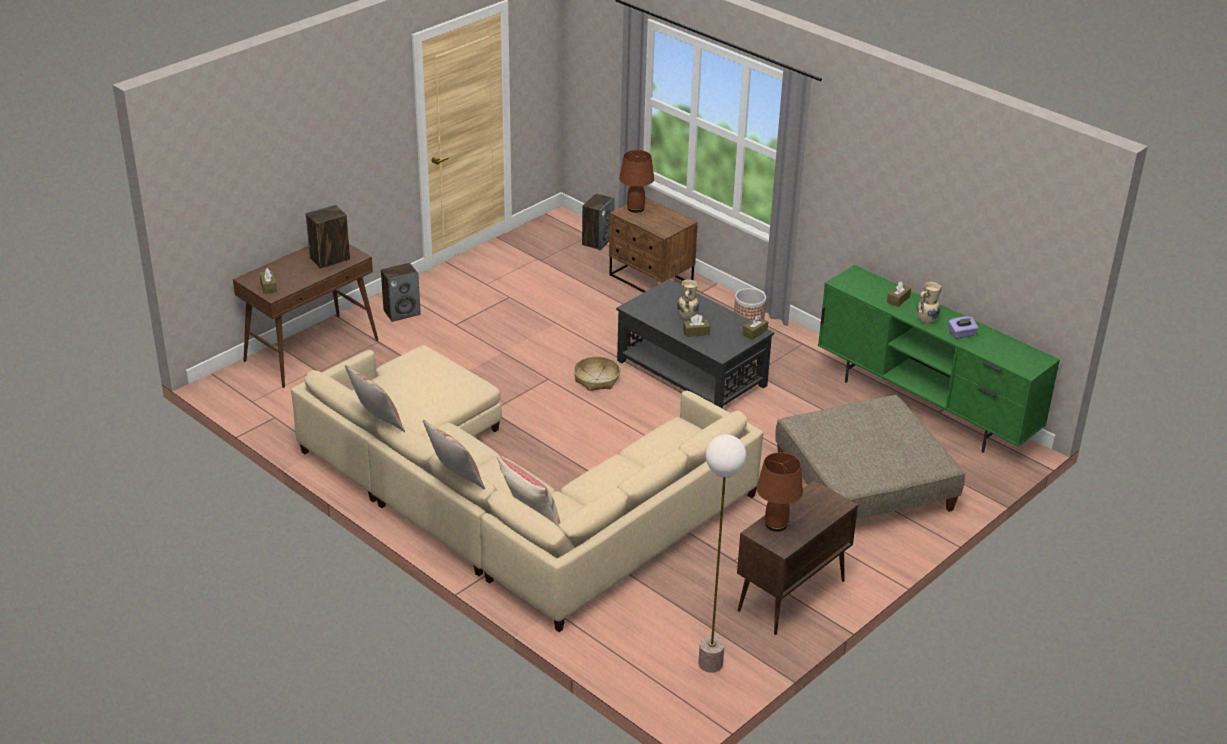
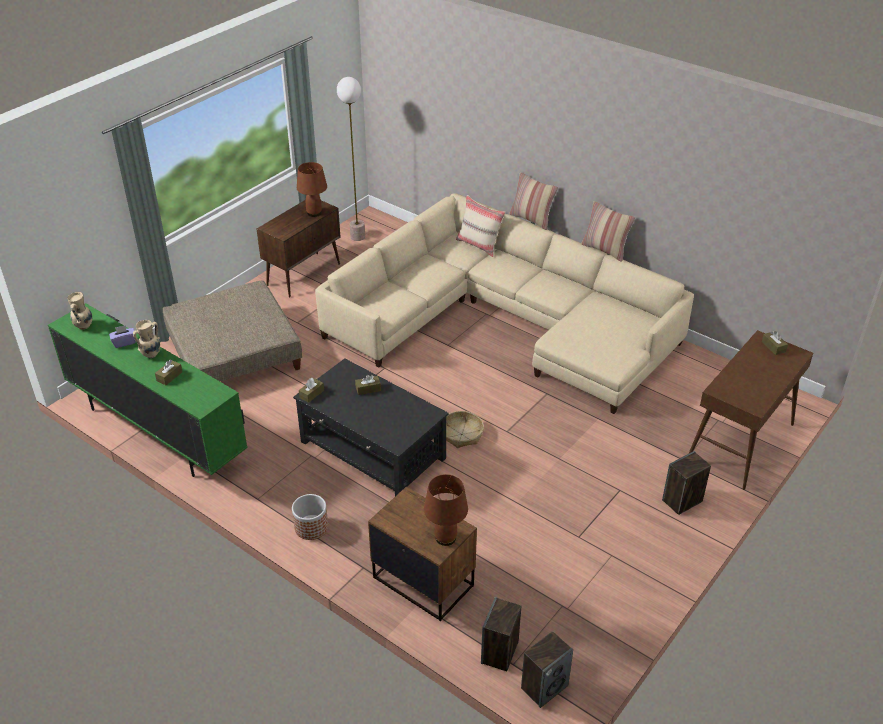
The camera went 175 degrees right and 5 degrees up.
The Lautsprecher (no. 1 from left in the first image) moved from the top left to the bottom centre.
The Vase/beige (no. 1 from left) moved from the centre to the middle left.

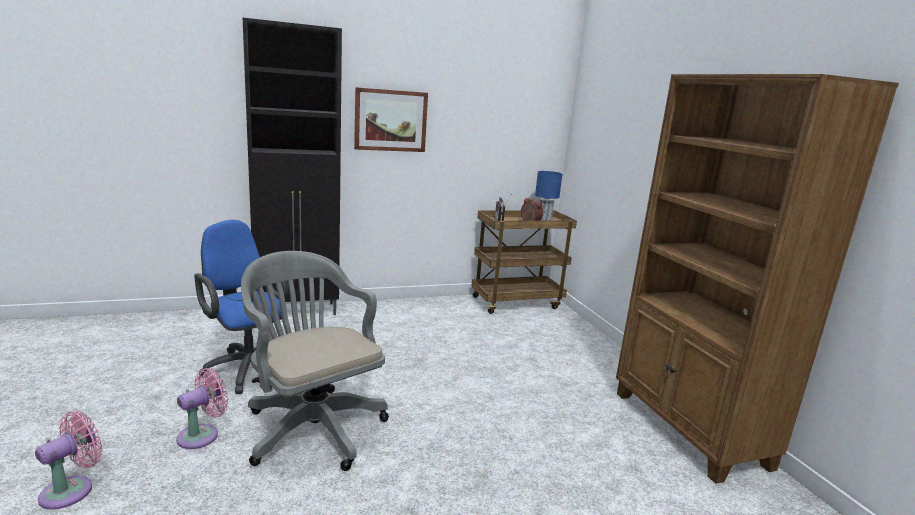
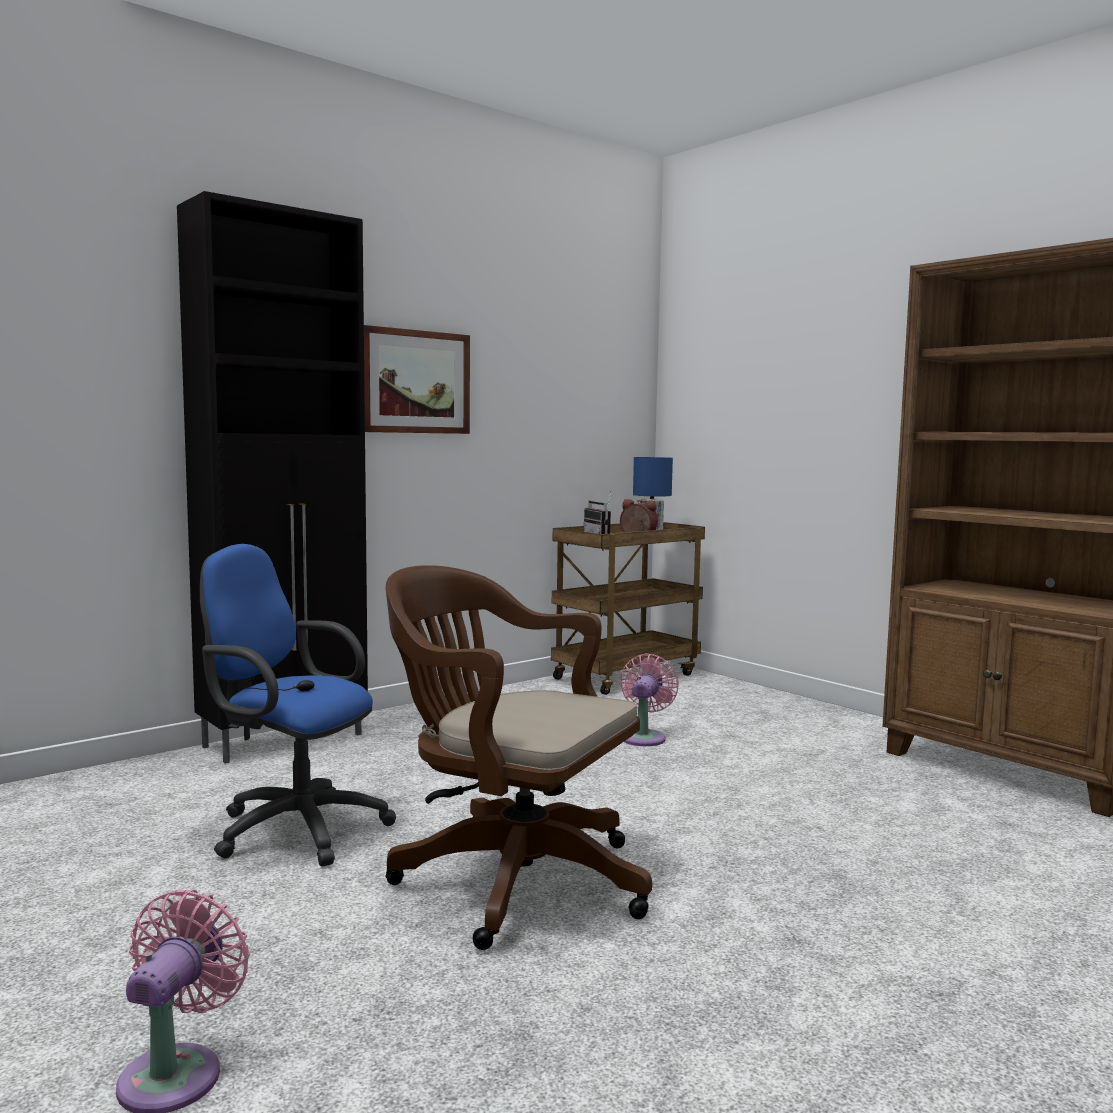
The camera went 20 degrees left and 10 degrees down.
The Bürostuhl/grau at the bottom centre became the Bürostuhl/braun at the bottom centre.
The Ventilator/rosa (no. 2 from left) moved from the bottom left to the centre.

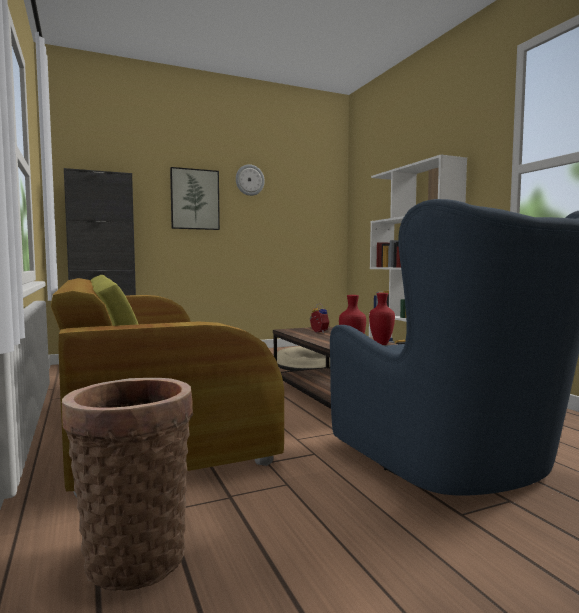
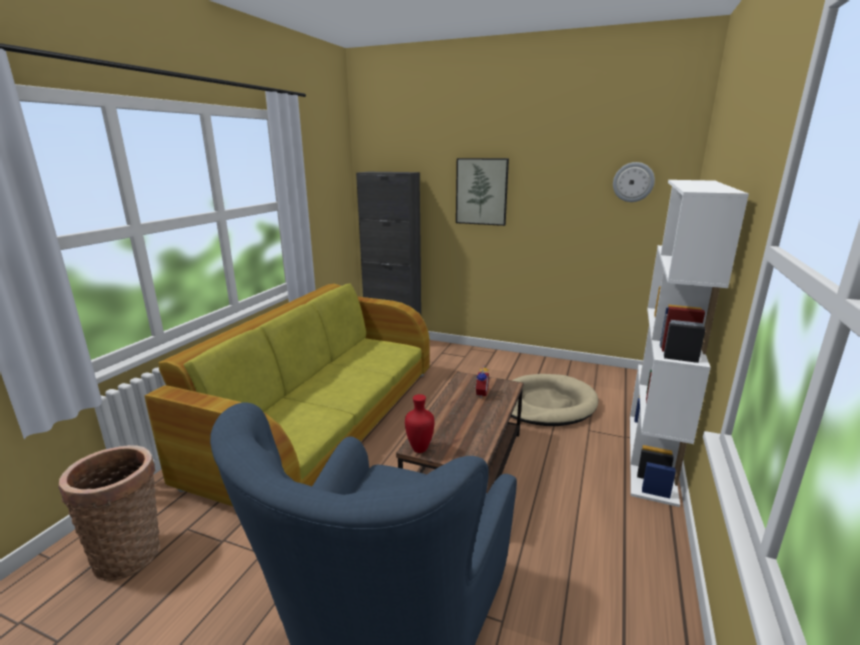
The camera went 45 degrees right and 15 degrees up.
The Wanduhr moved from the top centre to the top right.
The Vase/rot (no. 2 from left) at the centre disappeared.

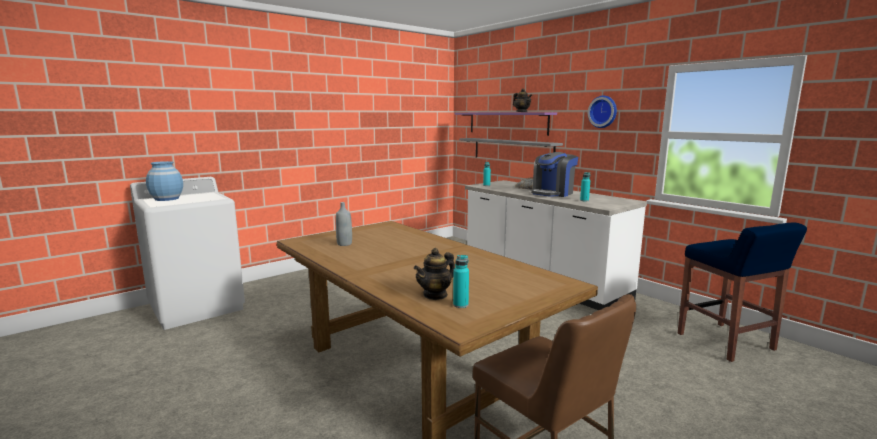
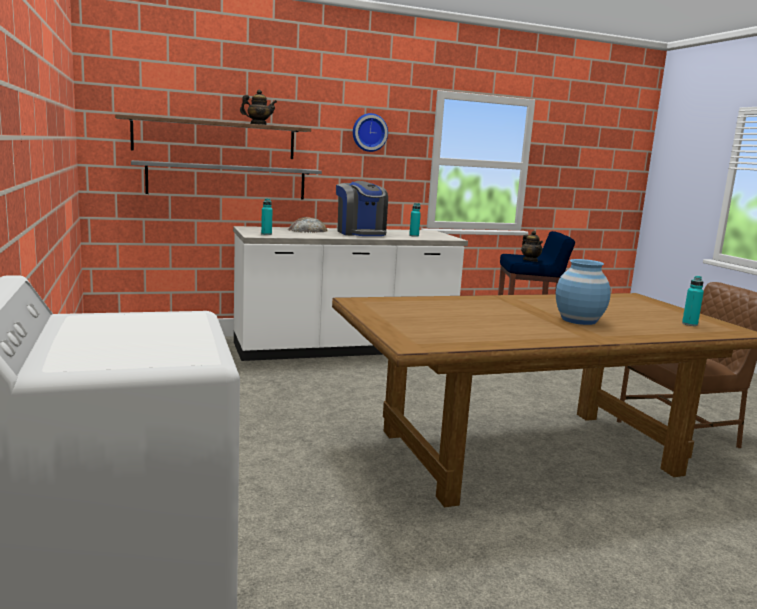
The camera went 70 degrees left and 0 degrees up.
The Wandregal/lila at the top centre became the Wandregal/braun at the top left.
The Vase/blau moved from the middle left to the middle right.
The Flasche/grau at the centre disappeared.
The Teekanne (no. 1 from left in the first image) moved from the centre to the middle right.

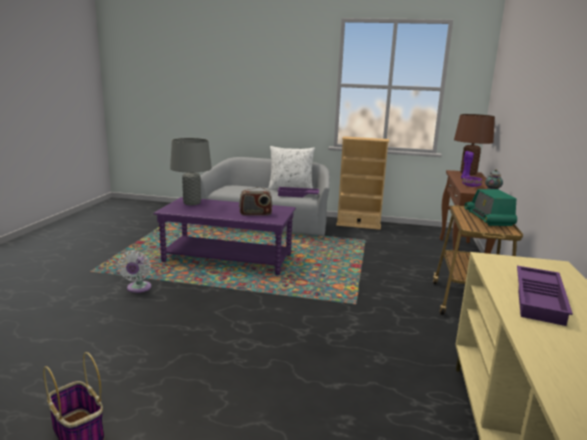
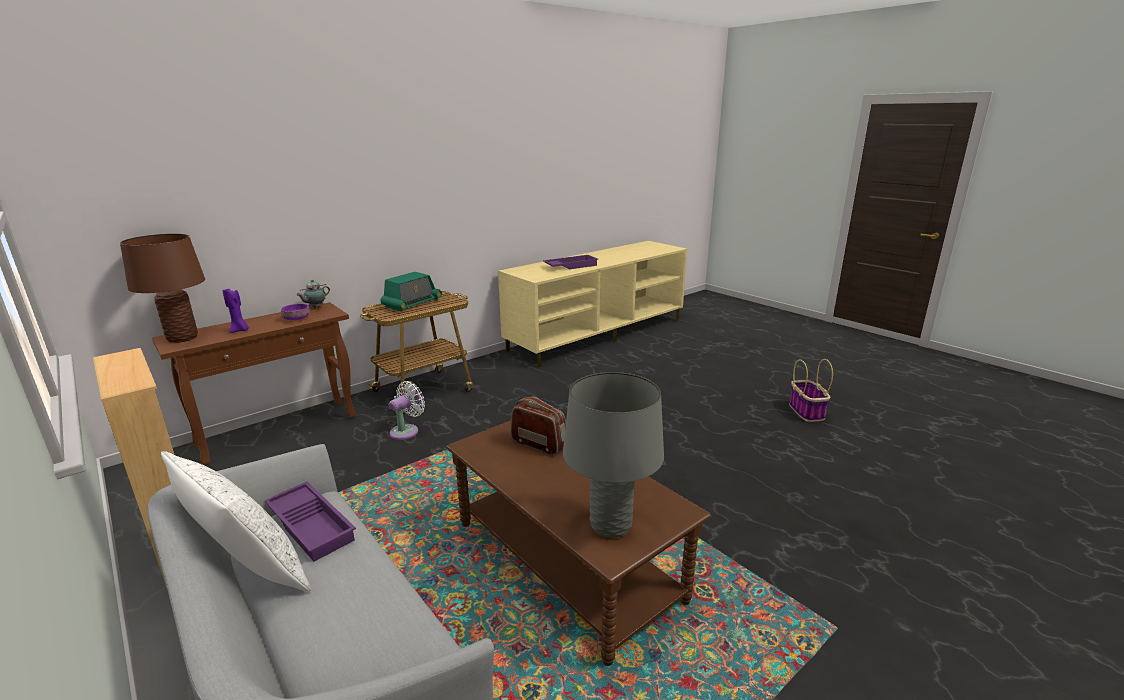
The camera went 140 degrees left and 5 degrees up.
The Couchtisch/lila at the centre became the Couchtisch/braun at the bottom centre.
The Ventilator/weiß moved from the middle left to the centre.

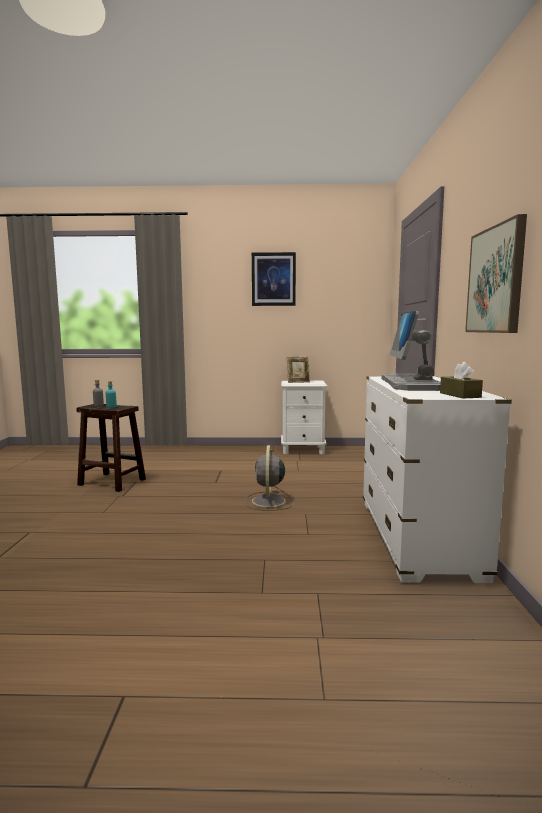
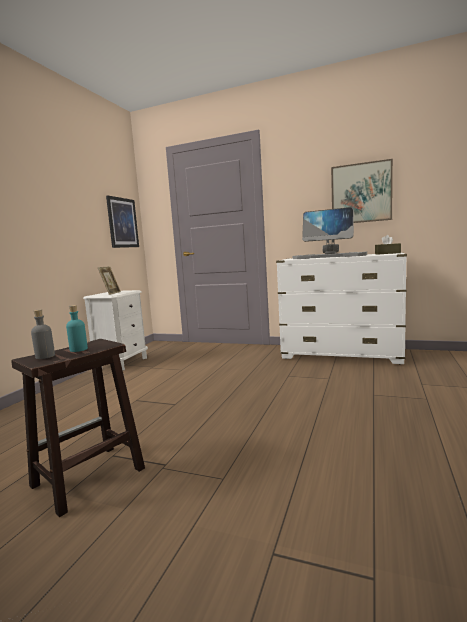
The camera went 70 degrees left and 0 degrees up.
The Bild (no. 1 from left) moved from the centre to the middle left.
The Ventilator/grau at the centre disappeared.

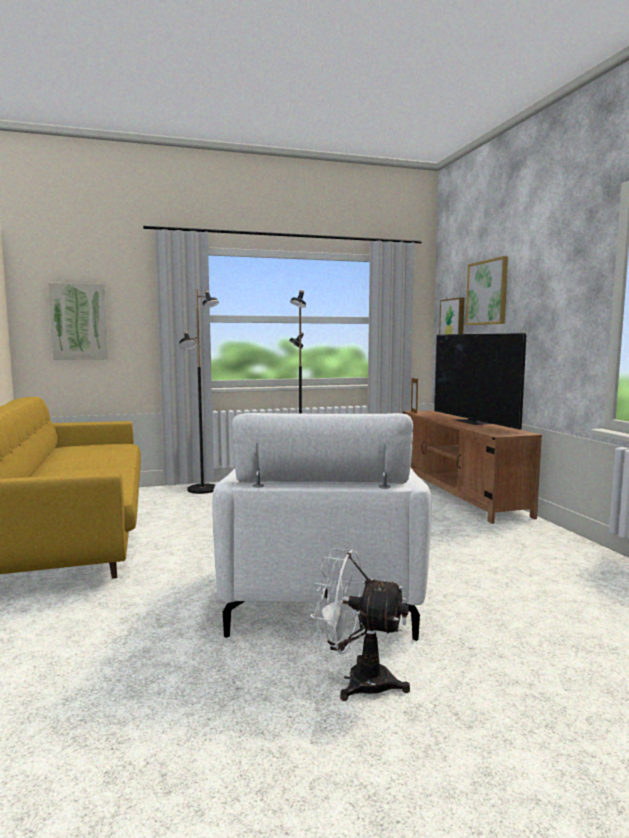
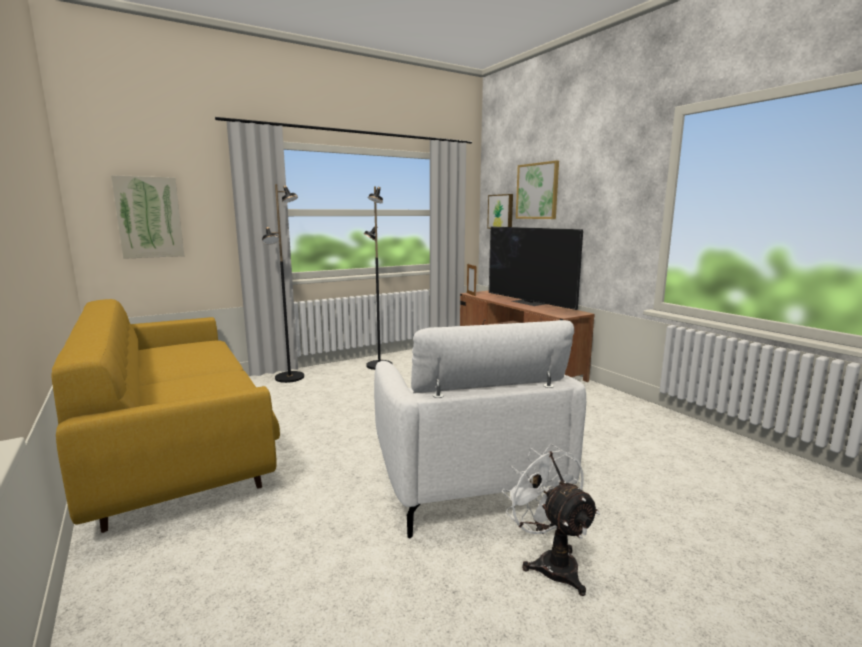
The camera went 15 degrees left and 5 degrees up.
The Ventilator/weiß at the bottom centre turned 60 degrees clockwise.

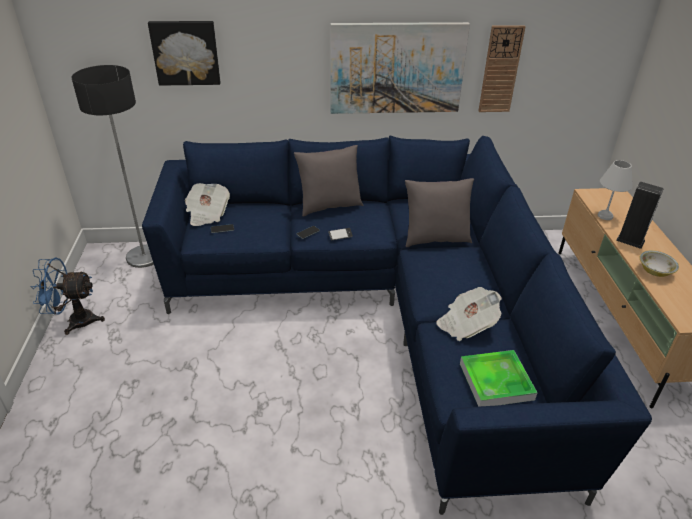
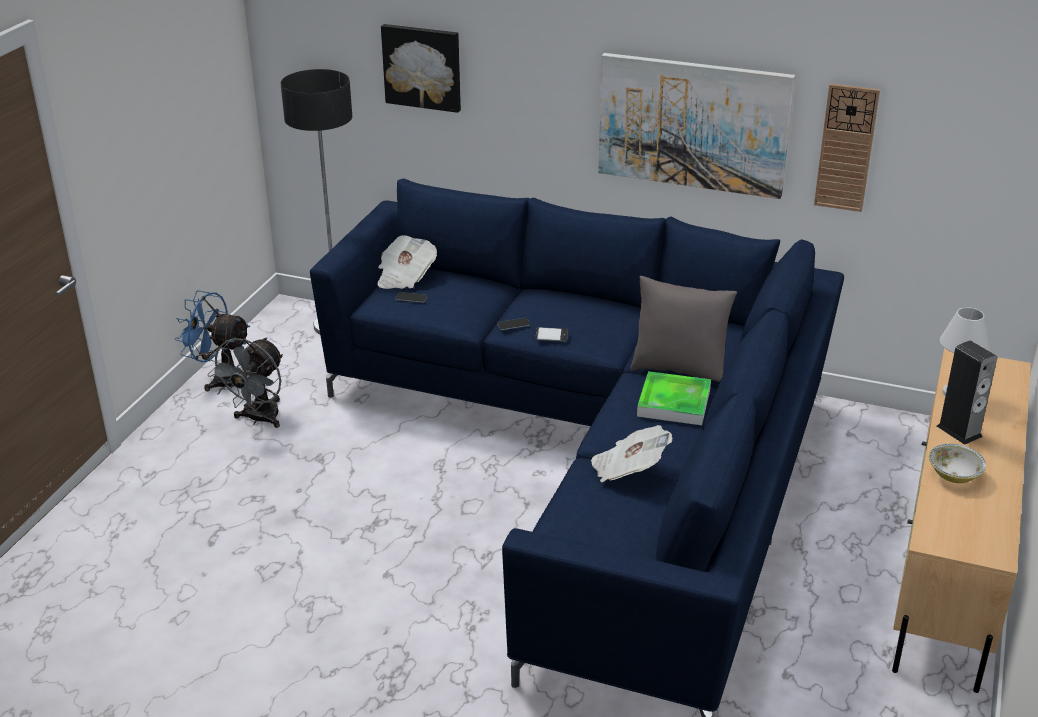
The camera went 25 degrees right and 5 degrees down.
The Kissen/grau (no. 1 from left) at the centre disappeared.
The Tablett moved from the bottom right to the centre.
The Ventilator/grau at the middle left appeared.

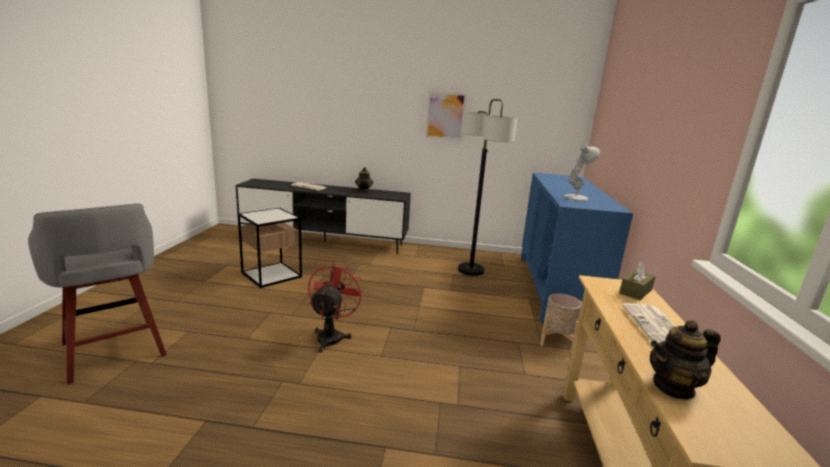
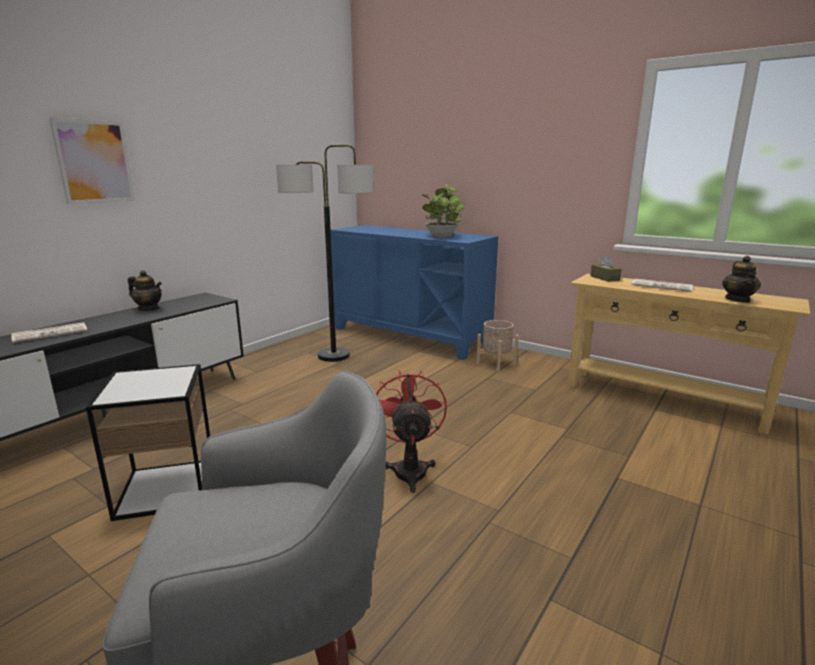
The camera went 60 degrees left and 0 degrees up.
The Bild moved from the top centre to the top left.
The Tischlampe/weiß at the middle right was replaced by the Topfpflanze at the top centre.
The Ventilator/rot at the centre turned 45 degrees clockwise.

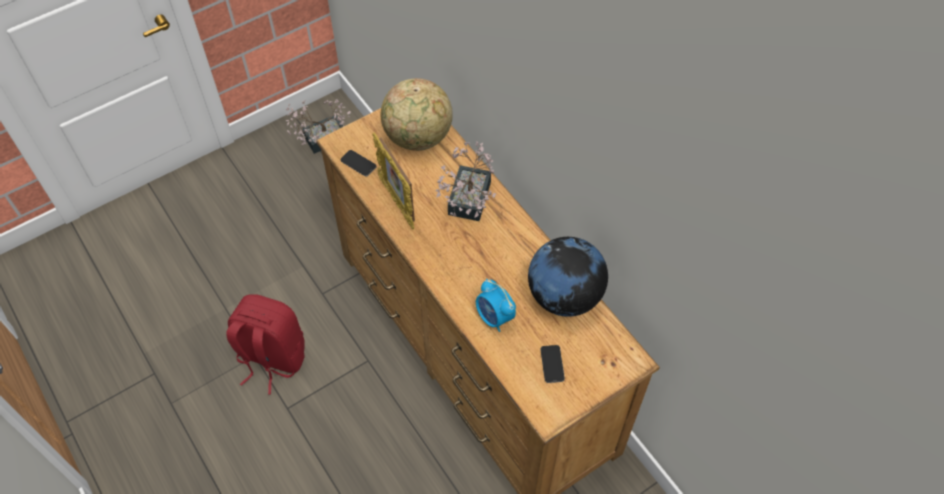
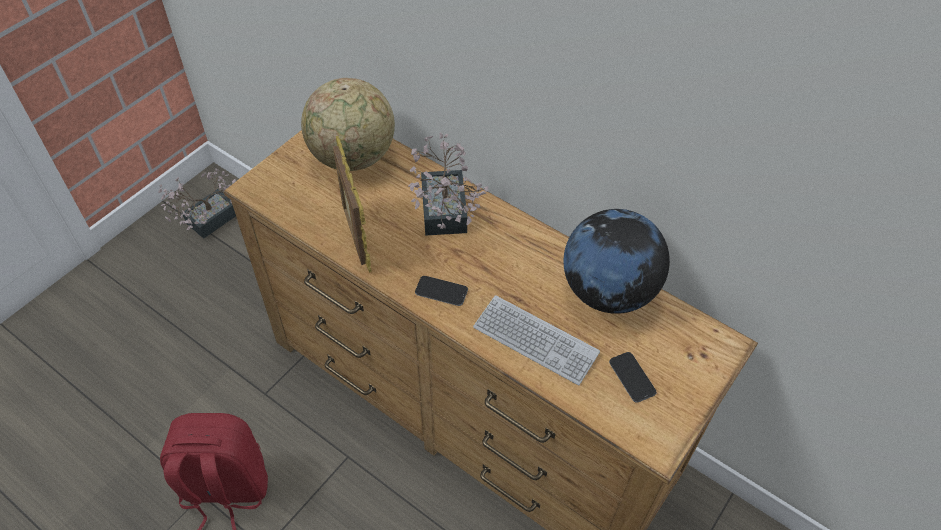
The camera went 20 degrees left and 5 degrees down.
The Bilderrahmen at the centre turned 150 degrees counterclockwise.
The Handy (no. 1 from left) moved from the top centre to the centre.
The Wecker at the centre was replaced by the Tastatur at the centre.

